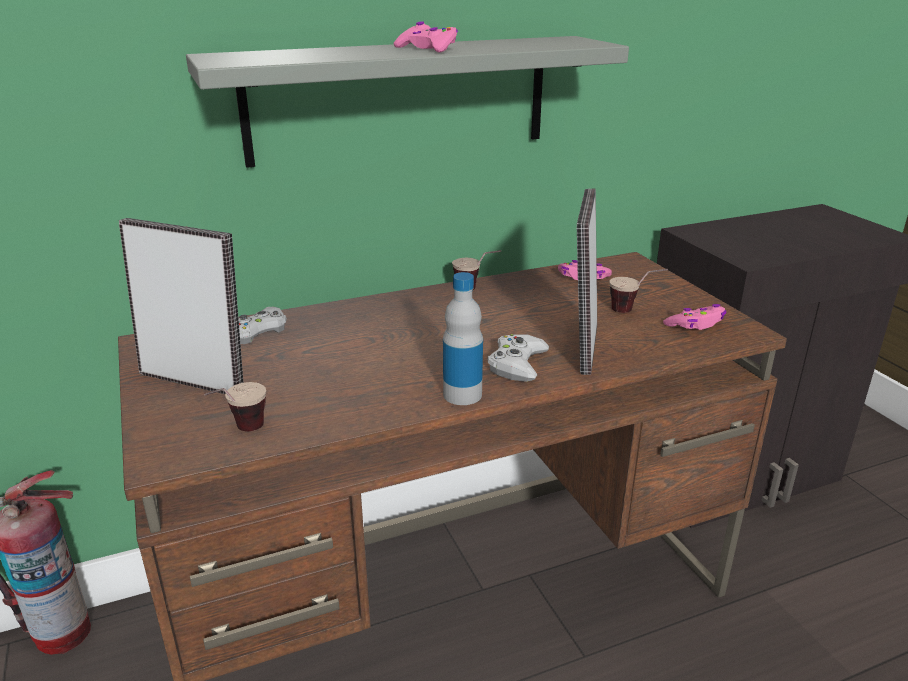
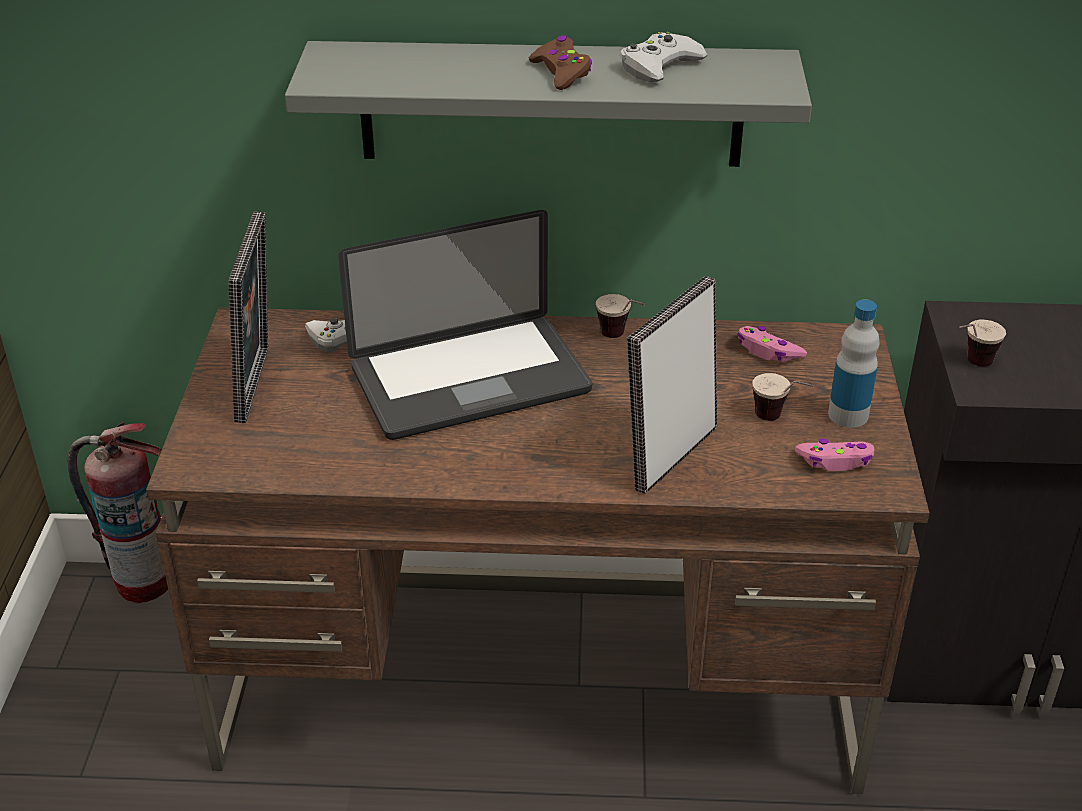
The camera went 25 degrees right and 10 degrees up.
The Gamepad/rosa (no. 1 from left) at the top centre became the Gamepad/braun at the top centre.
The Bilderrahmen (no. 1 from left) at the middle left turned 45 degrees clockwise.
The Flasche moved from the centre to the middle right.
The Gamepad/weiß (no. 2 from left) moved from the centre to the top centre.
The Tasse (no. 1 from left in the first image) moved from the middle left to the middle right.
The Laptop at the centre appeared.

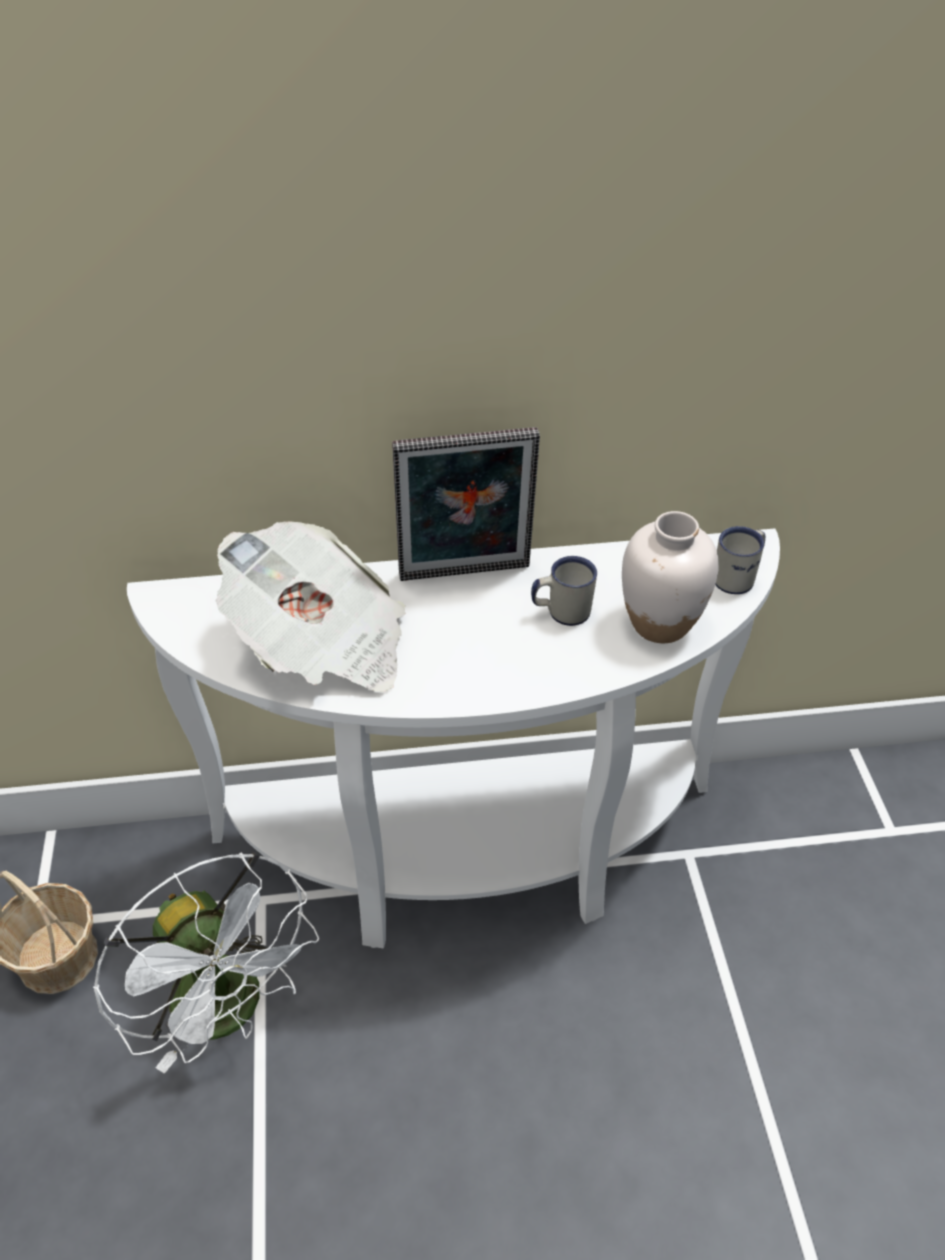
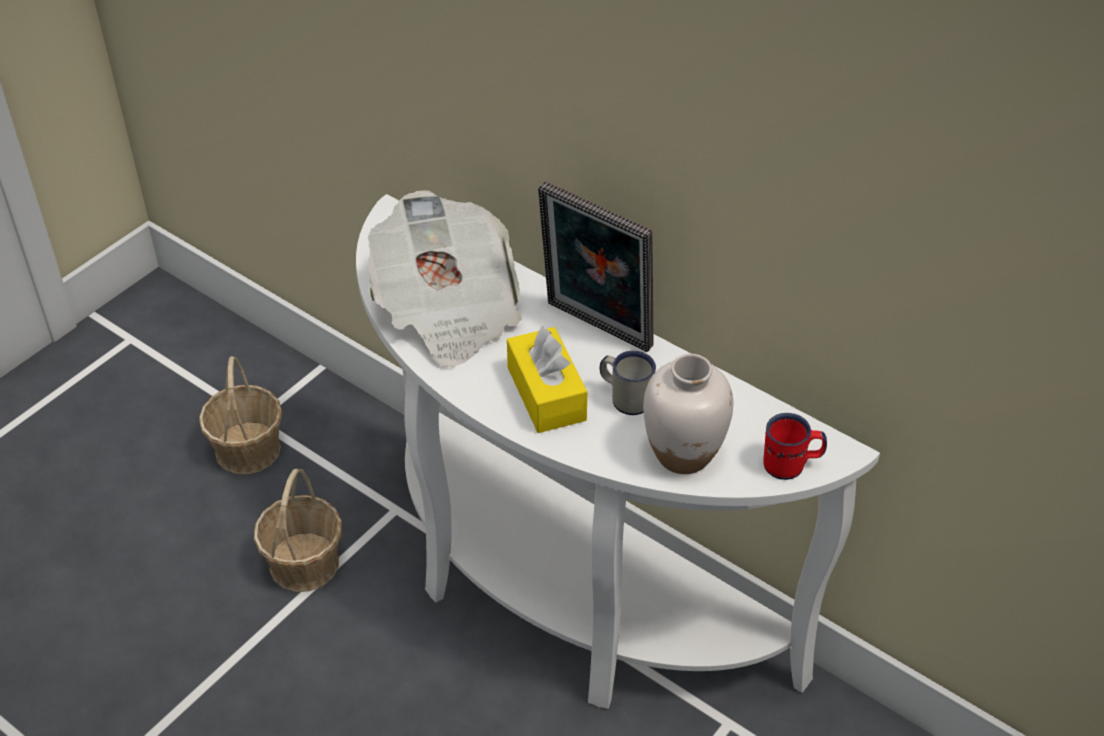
The camera went 45 degrees right and 0 degrees up.
The Henkelbecher/weiß (no. 2 from left) at the middle right became the Henkelbecher/rot at the middle right.
The Ventilator/weiß at the bottom left was replaced by the Korb (no. 2 from left) at the bottom left.
The Taschentuchbox/gelb at the centre appeared.

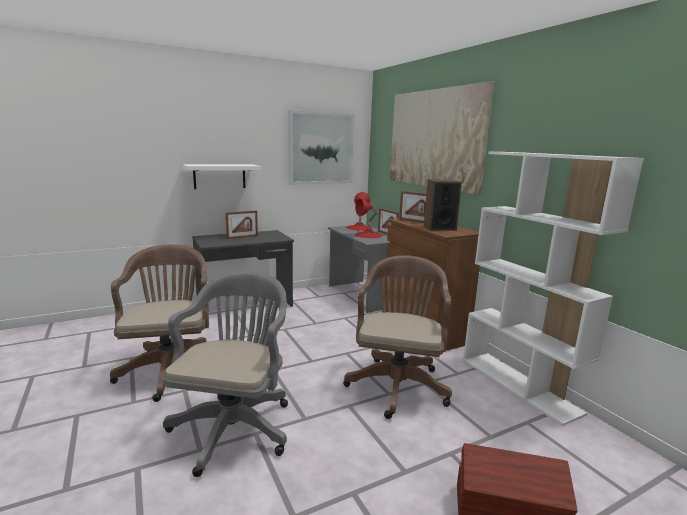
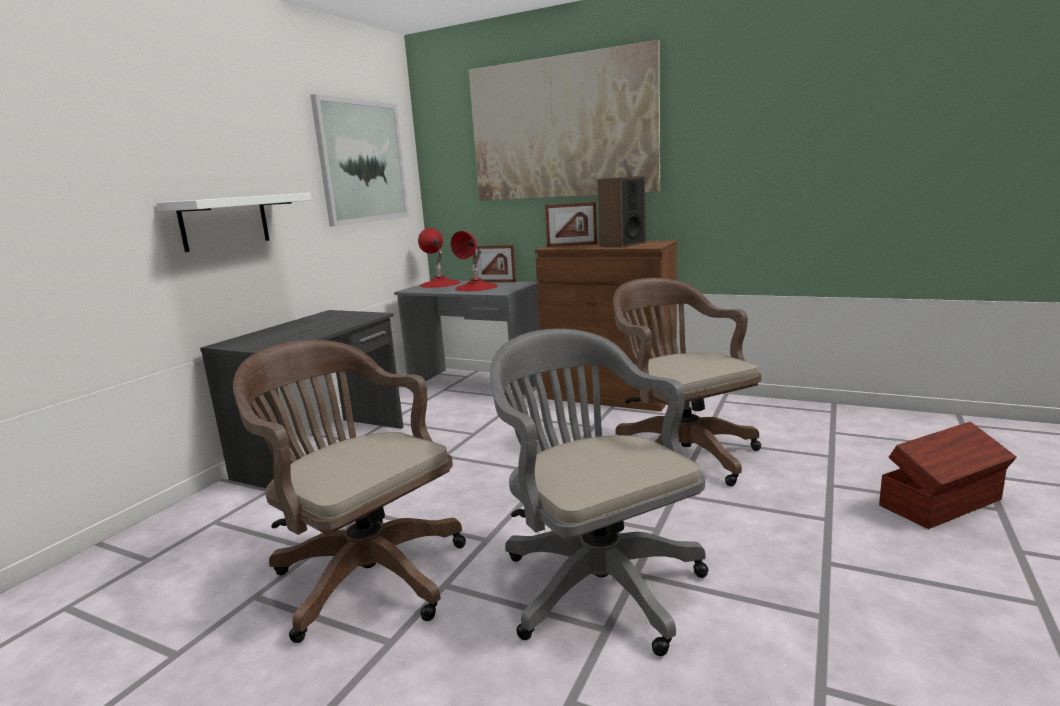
The camera went 35 degrees left and 0 degrees up.
The Bücherregal/weiß at the middle right disappeared.
The Bilderrahmen (no. 1 from left) at the centre disappeared.

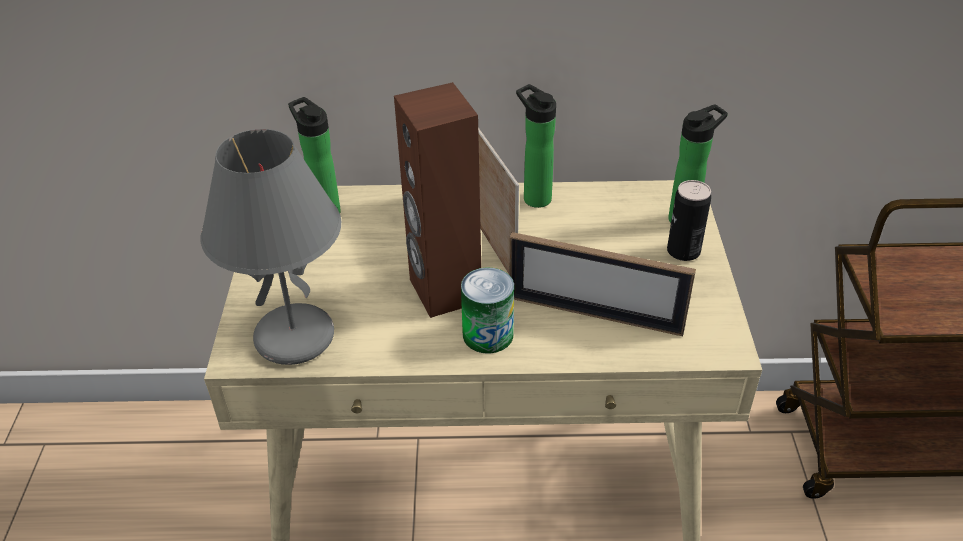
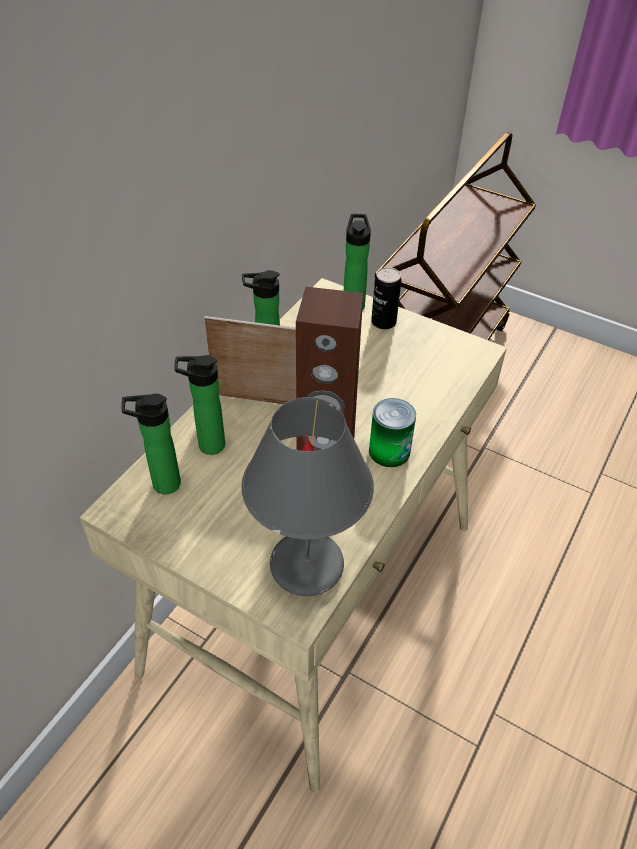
The camera went 60 degrees left and 5 degrees up.
The Bilderrahmen (no. 2 from left) at the centre disappeared.
The Flasche (no. 2 from left) at the middle left appeared.

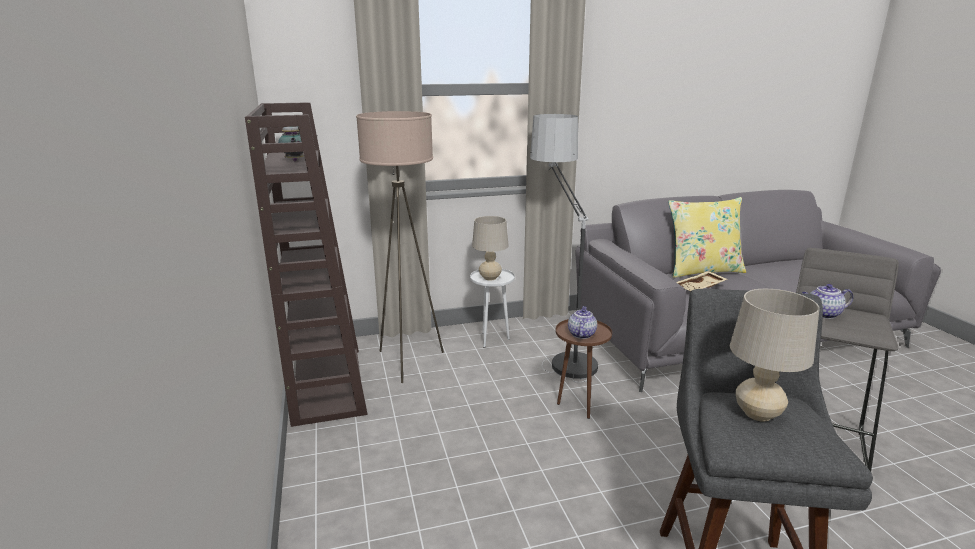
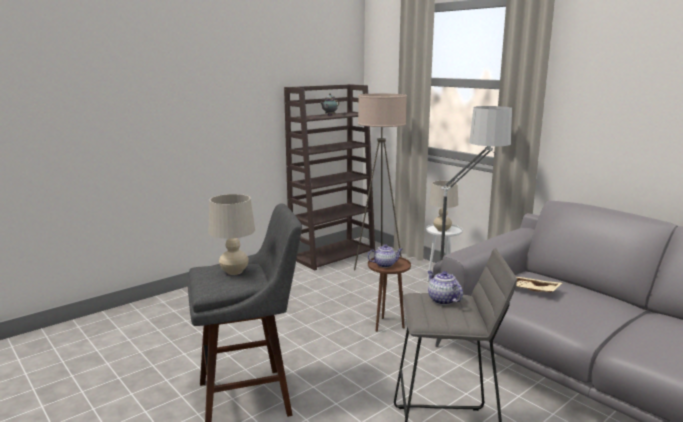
The camera went 65 degrees right and 5 degrees down.
The Kissen/gelb at the middle right disappeared.

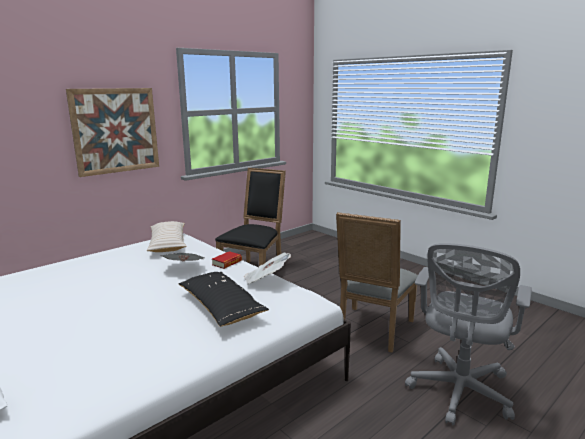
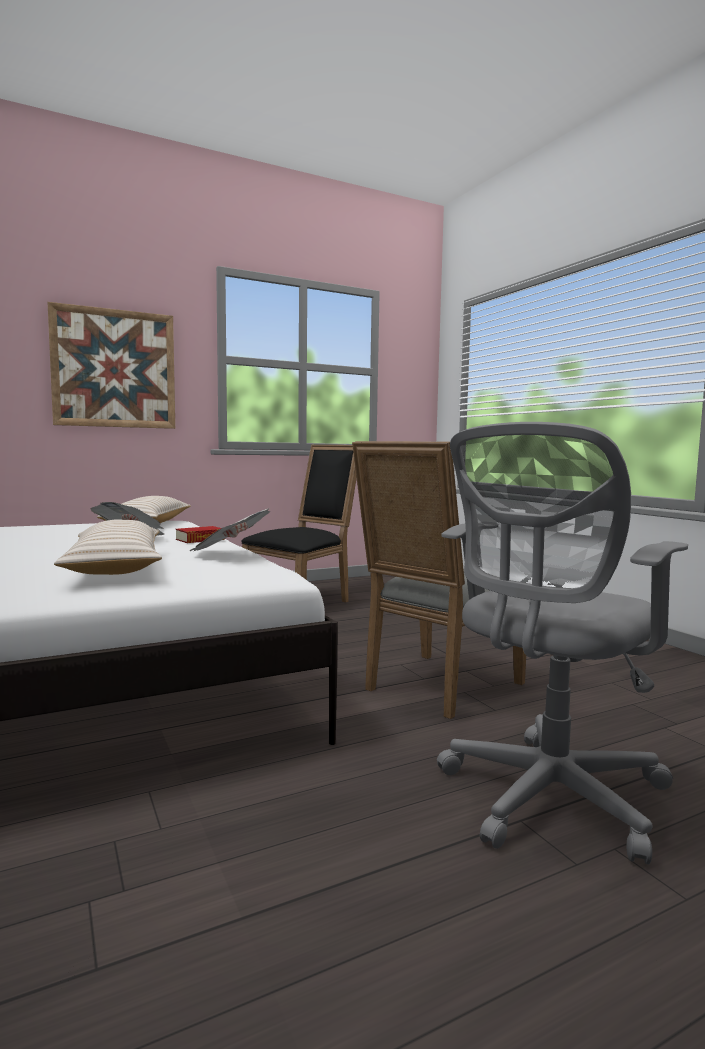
The camera went 15 degrees right and 10 degrees down.
The Kissen/schwarz at the bottom centre became the Kissen/beige (no. 1 from left) at the middle left.

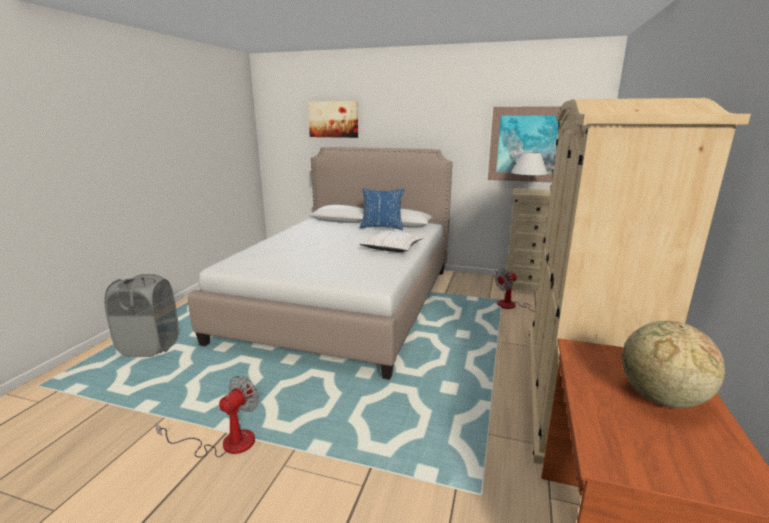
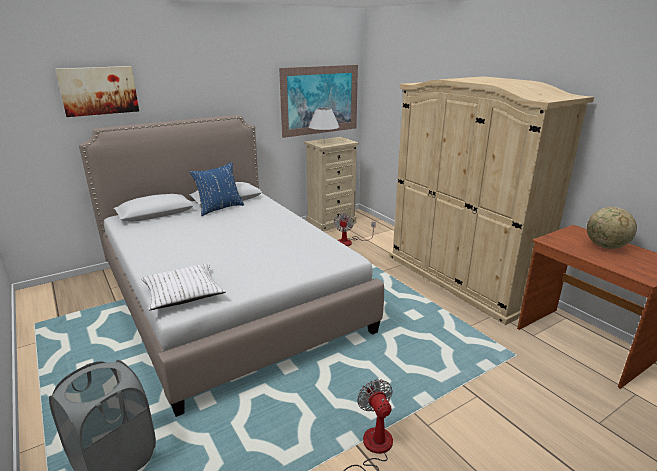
The camera went 50 degrees left and 5 degrees up.
The Kissen/weiß moved from the centre to the middle left.

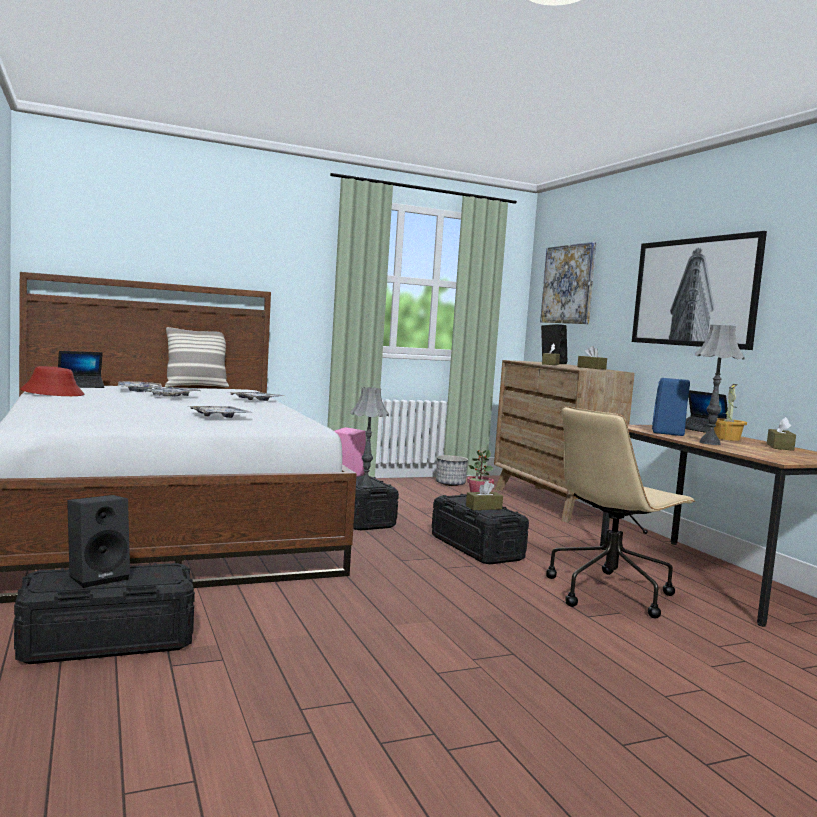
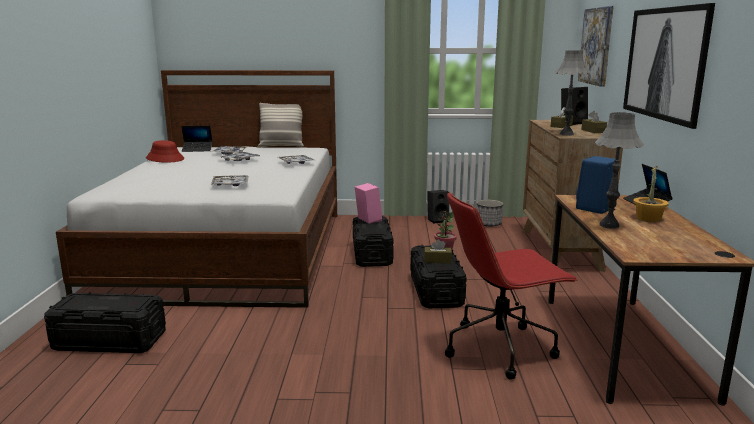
The camera went 25 degrees right and 10 degrees up.
The Tischlampe/grau (no. 1 from left) moved from the centre to the top right.
The Bürostuhl/beige at the middle right became the Bürostuhl/rot at the bottom right.
The Taschentuchbox/braun (no. 4 from left) at the middle right disappeared.
The Lautsprecher/schwarz (no. 1 from left) moved from the middle left to the centre.

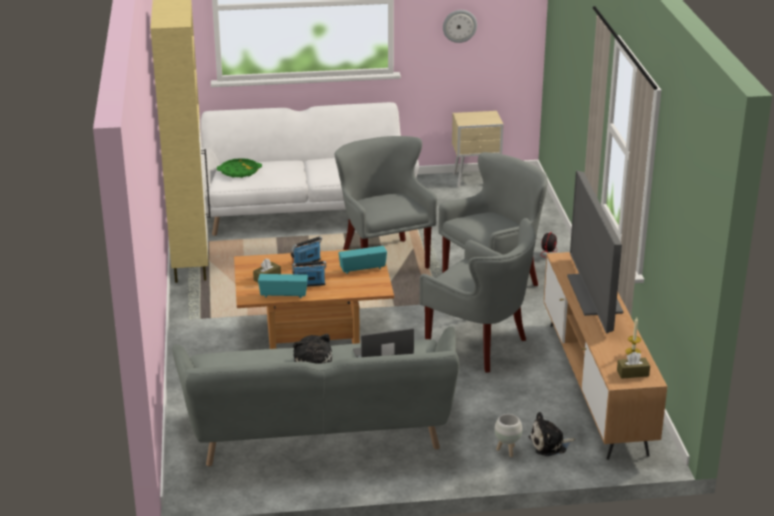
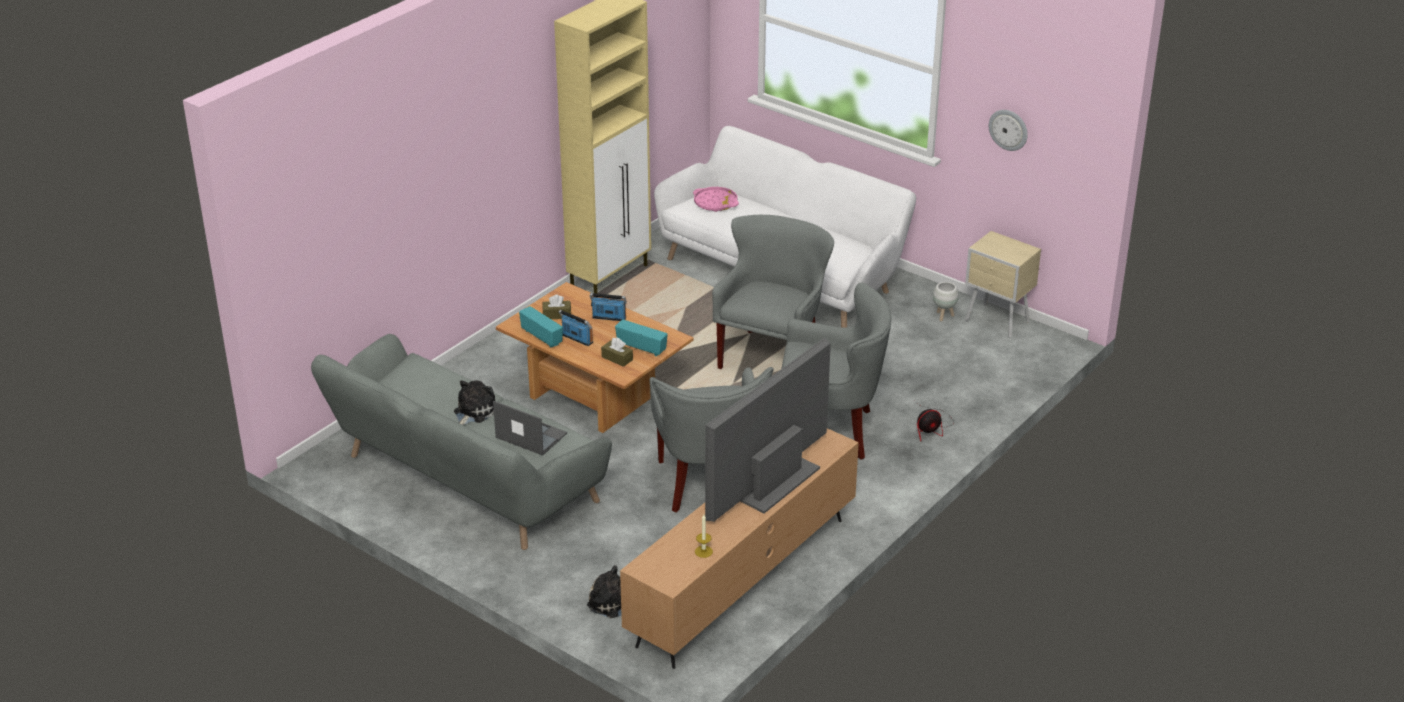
The camera went 45 degrees right and 5 degrees up.
The Tablett/grün at the top left became the Tablett/rosa at the top centre.
The Taschentuchbox/braun (no. 2 from left) moved from the bottom right to the centre.
The Pflanzkübel/weiß moved from the bottom centre to the middle right.

